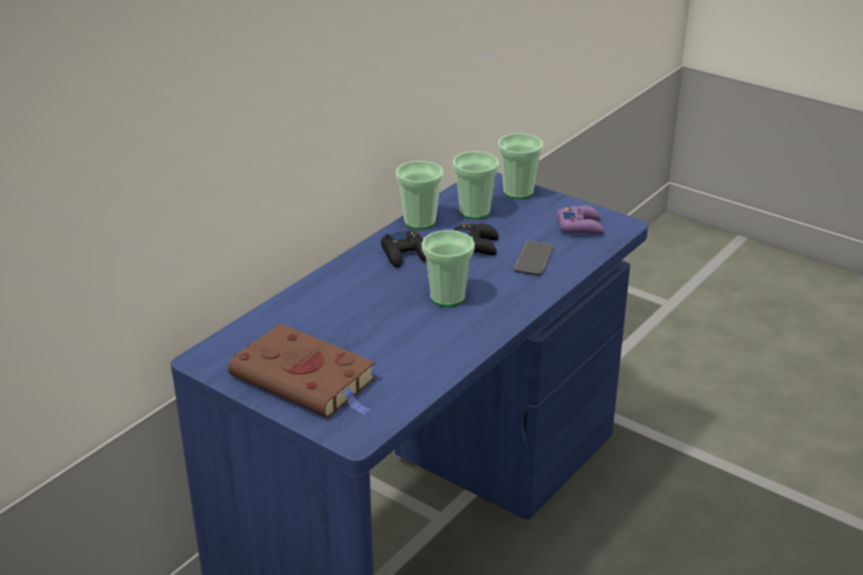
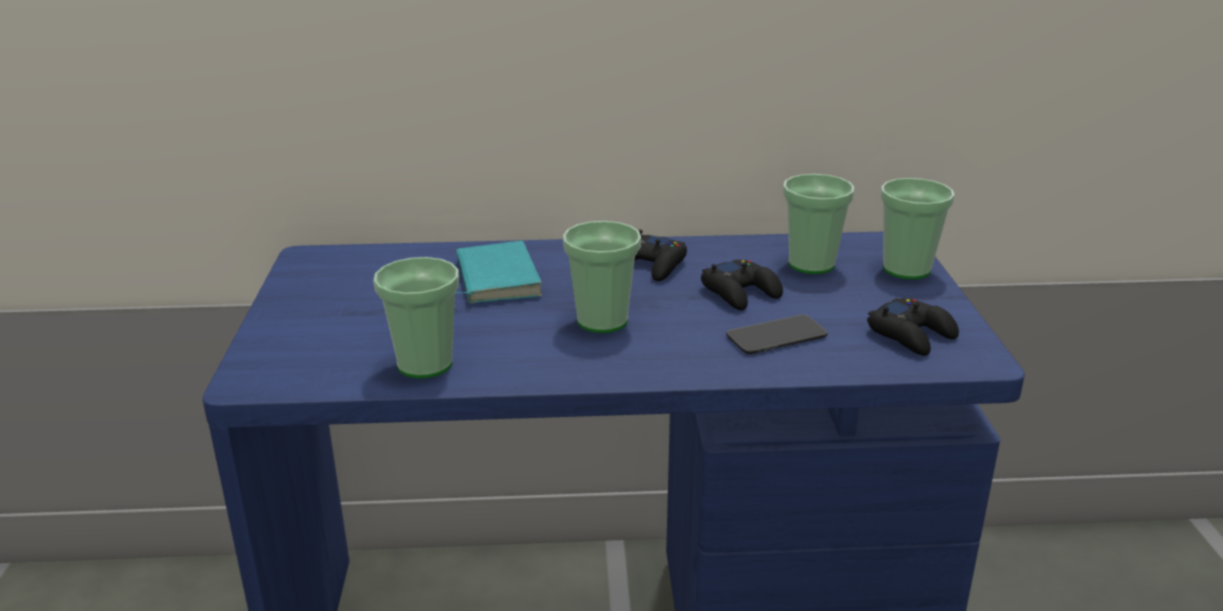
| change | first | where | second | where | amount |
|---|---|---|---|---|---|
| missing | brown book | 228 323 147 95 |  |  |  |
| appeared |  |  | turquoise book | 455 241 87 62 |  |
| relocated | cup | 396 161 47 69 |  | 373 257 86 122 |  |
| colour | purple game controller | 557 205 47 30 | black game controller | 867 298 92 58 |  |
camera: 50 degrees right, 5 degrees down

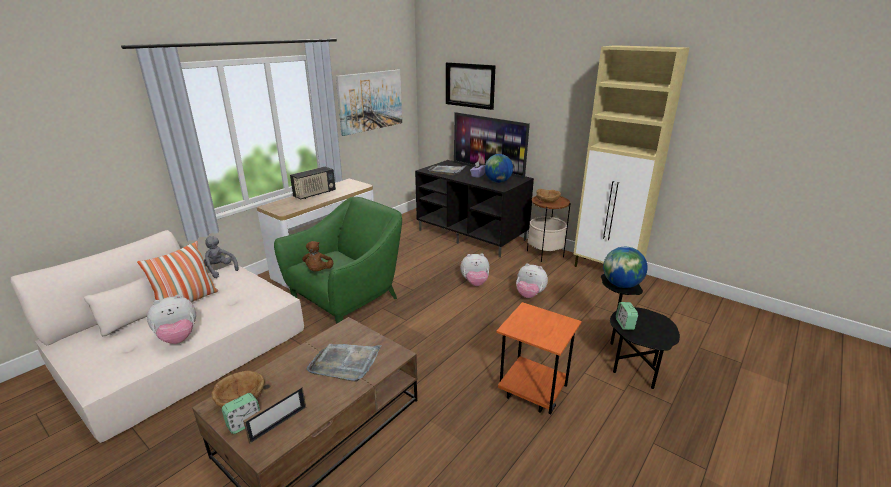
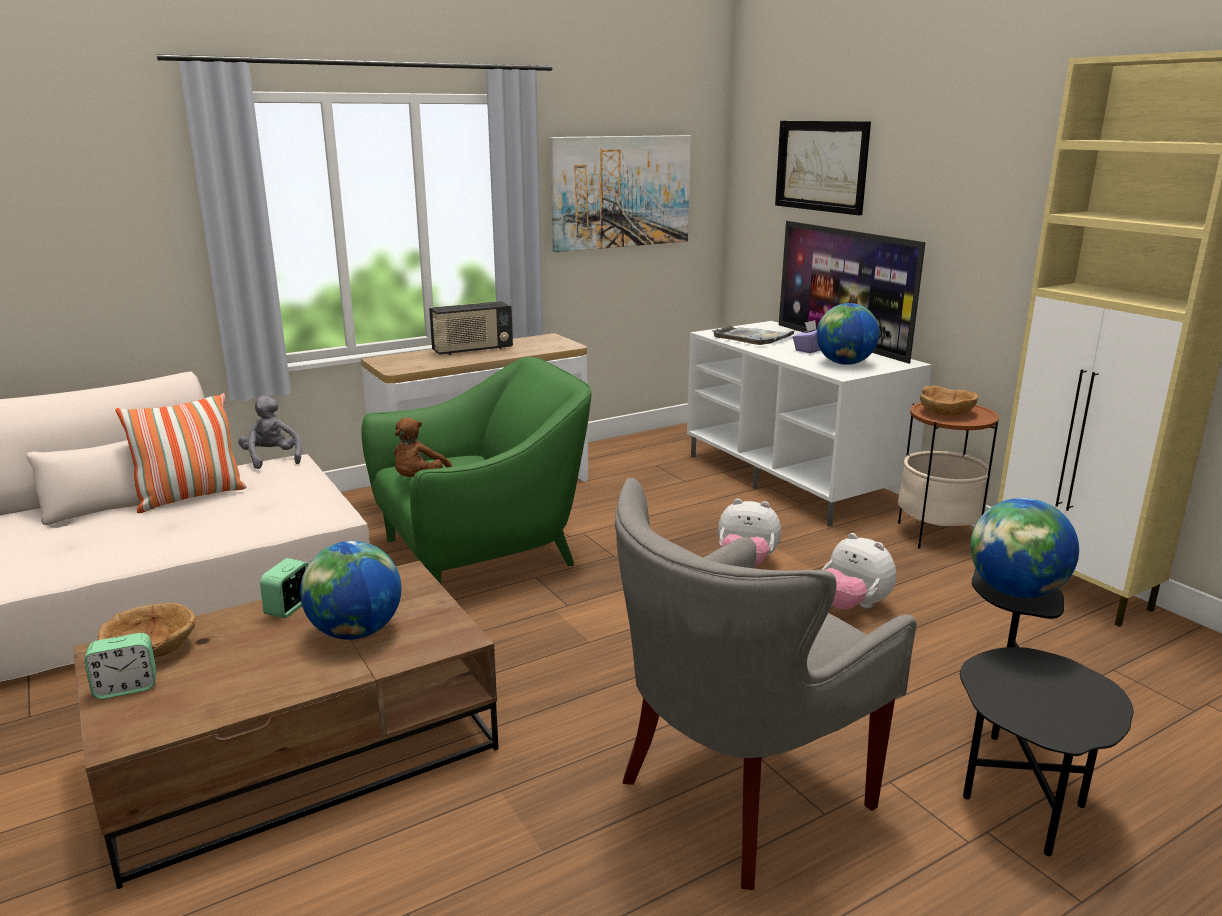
| change | first | where | second | where | amount |
|---|---|---|---|---|---|
| missing | plush toy | 147 295 49 49 |  |  |  |
| missing | picture frame | 243 386 63 58 |  |  |  |
| relocated | alarm clock | 616 302 22 28 |  | 260 558 49 60 |  |
| exchanged | grey tray | 306 344 76 38 | globe | 300 541 101 99 |  |
| exchanged | orange side table | 496 302 86 113 | grey armchair | 615 478 302 412 |  |
| colour | black tv stand | 415 160 119 98 | white tv stand | 687 321 245 206 |  |
camera: 20 degrees right, 5 degrees down

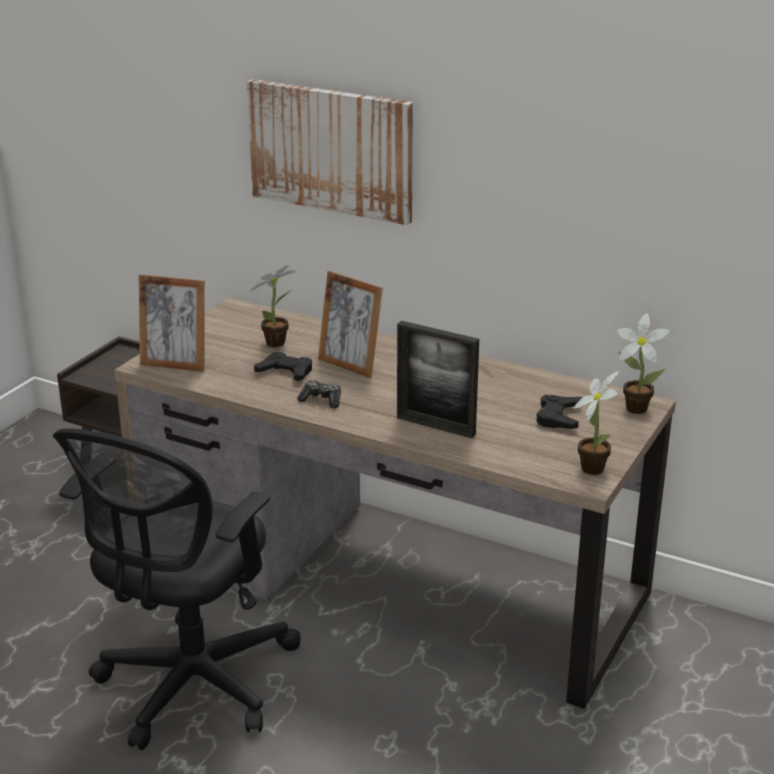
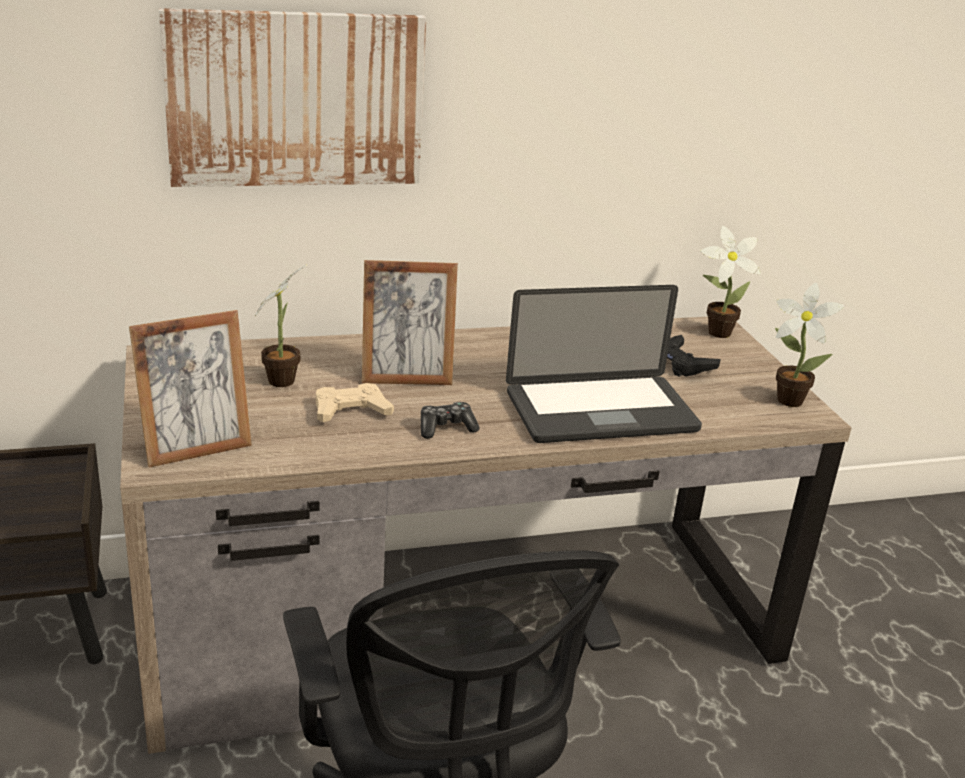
| change | first | where | second | where | amount |
|---|---|---|---|---|---|
| exchanged | picture frame | 397 321 82 117 | laptop | 506 285 196 158 |  |
| colour | black game controller | 254 352 58 29 | beige game controller | 316 383 78 39 |  |
camera: 45 degrees left, 0 degrees up

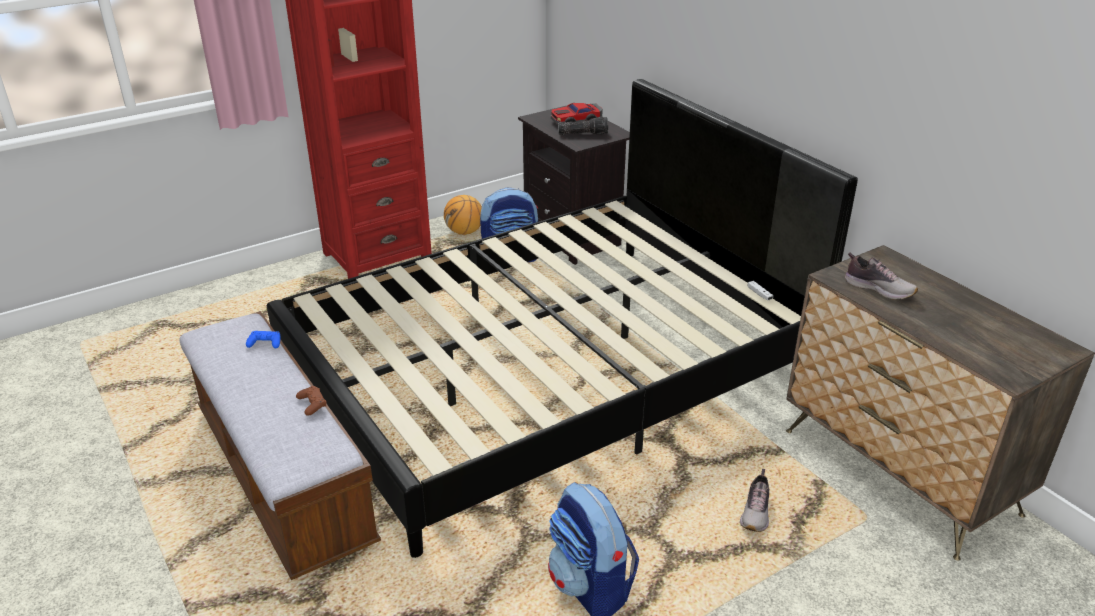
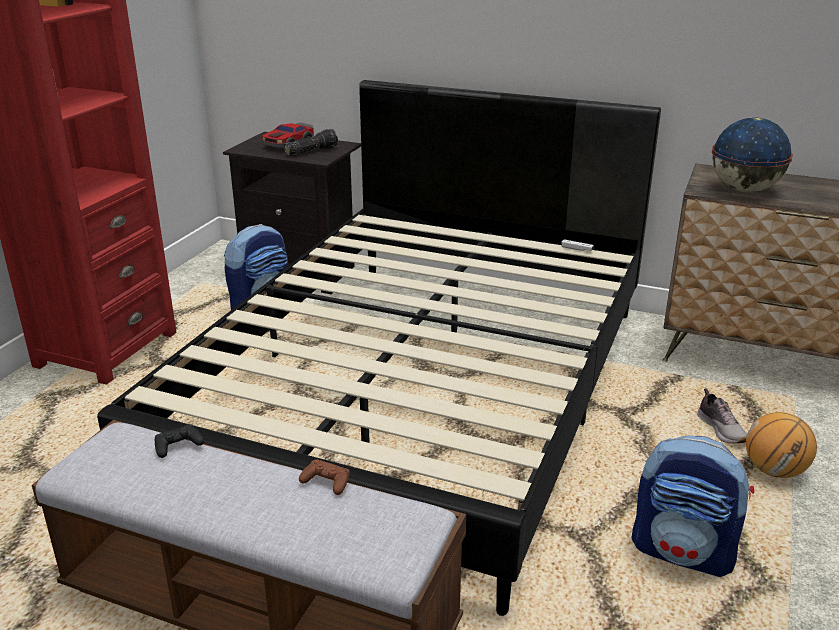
| change | first | where | second | where | amount |
|---|---|---|---|---|---|
| relocated | basketball | 444 195 38 40 |  | 746 412 71 66 |  |
| exchanged | shoe | 845 253 73 46 | globe | 712 117 81 75 |  |
| colour | blue game controller | 246 331 34 17 | black game controller | 155 424 49 34 |  |
camera: 35 degrees left, 5 degrees down

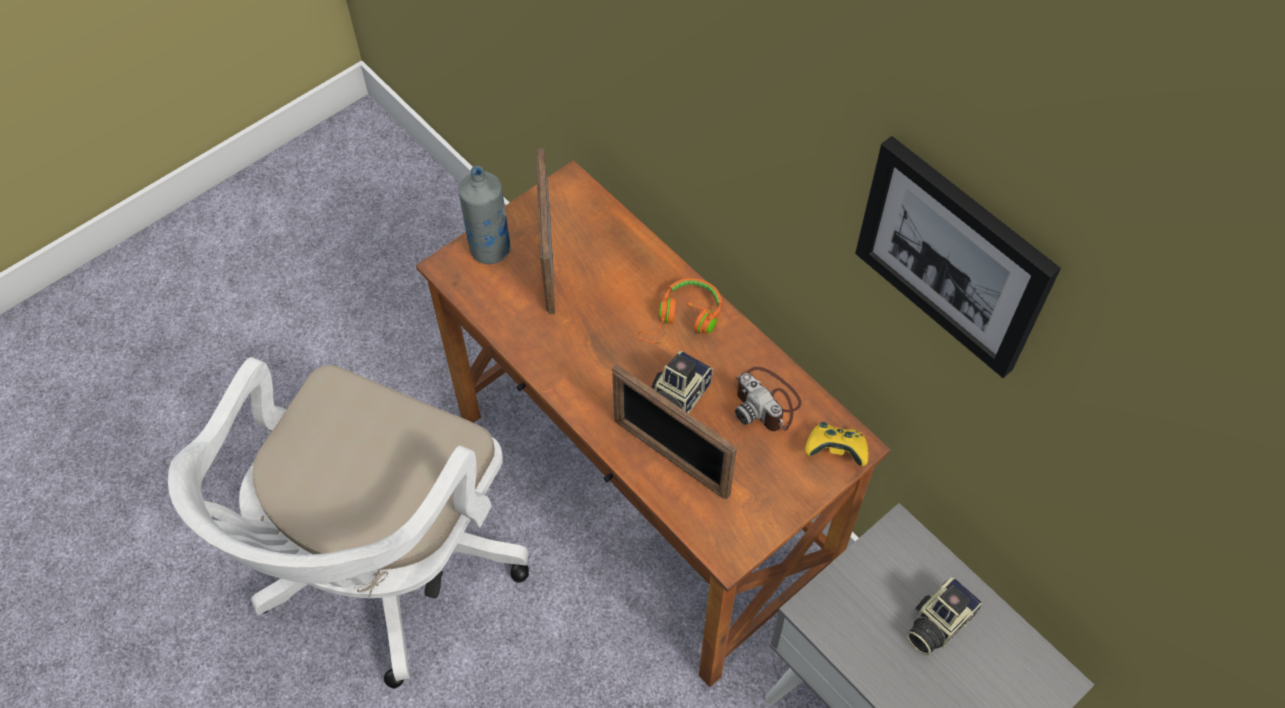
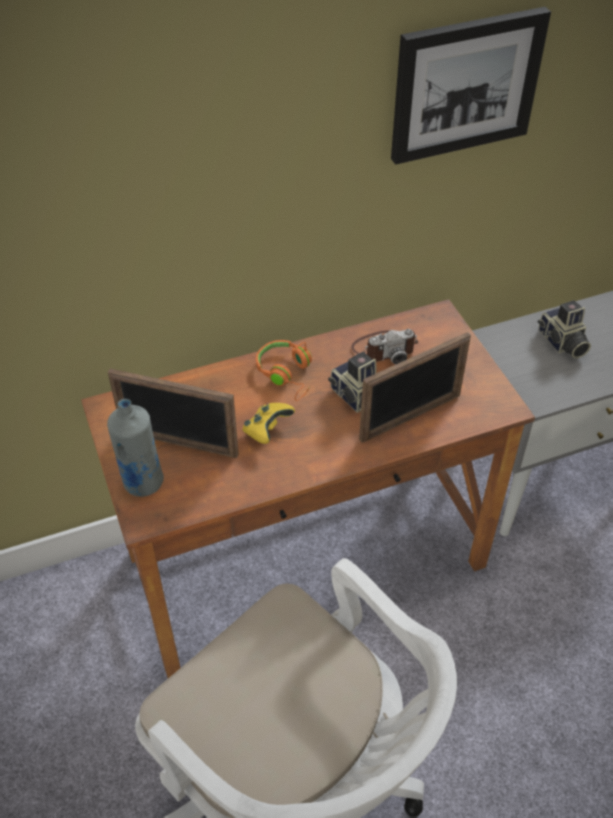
| change | first | where | second | where | amount |
|---|---|---|---|---|---|
| relocated | yellow game controller | 805 422 64 44 |  | 242 403 53 41 |  |
camera: 70 degrees left, 10 degrees down

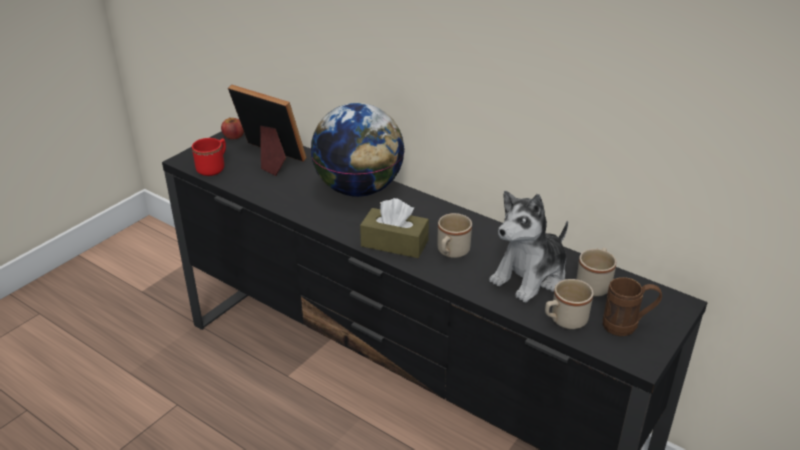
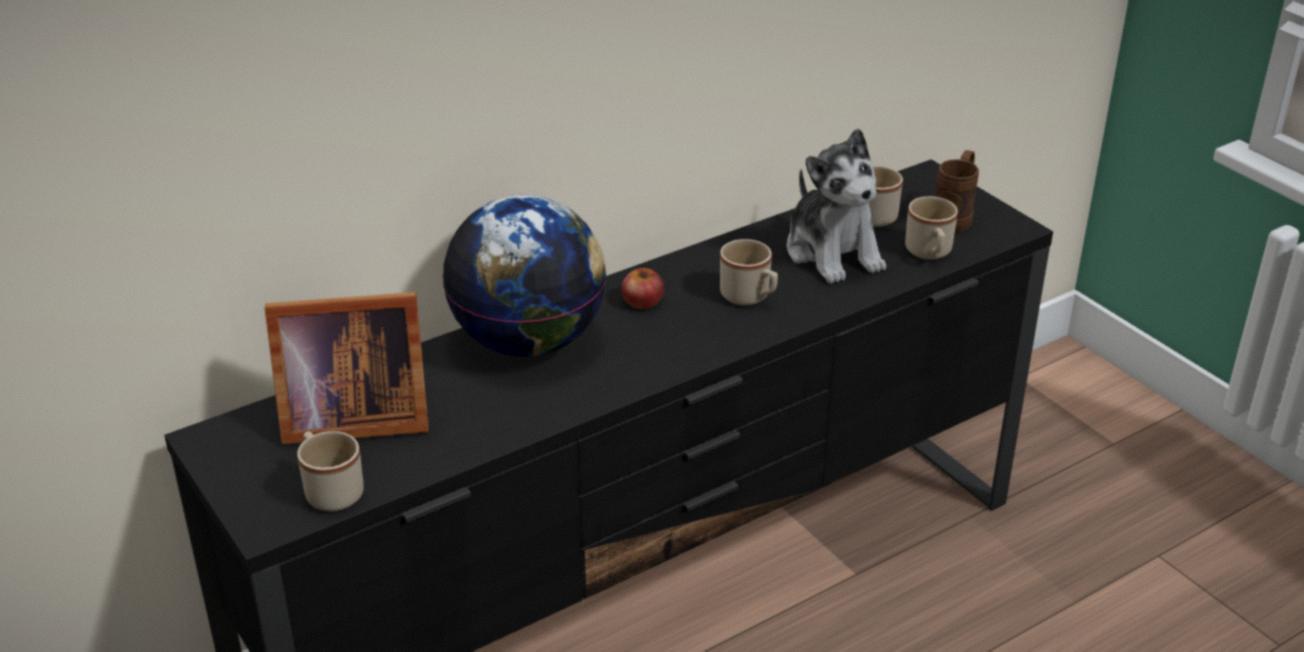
| change | first | where | second | where | amount |
|---|---|---|---|---|---|
| missing | brown tissue box | 360 198 69 60 |  |  |  |
| relocated | apple | 221 117 23 22 |  | 622 268 42 41 |  |
| colour | red mug | 192 138 34 38 | beige mug | 297 431 67 80 |  |
| spun | picture frame | 228 85 79 91 |  | 264 292 165 152 | 150 degrees counterclockwise |
camera: 70 degrees left, 0 degrees up

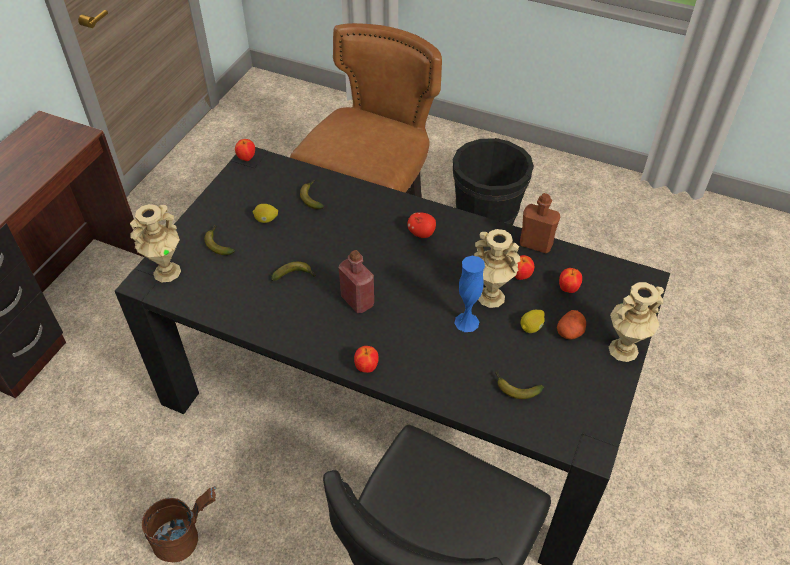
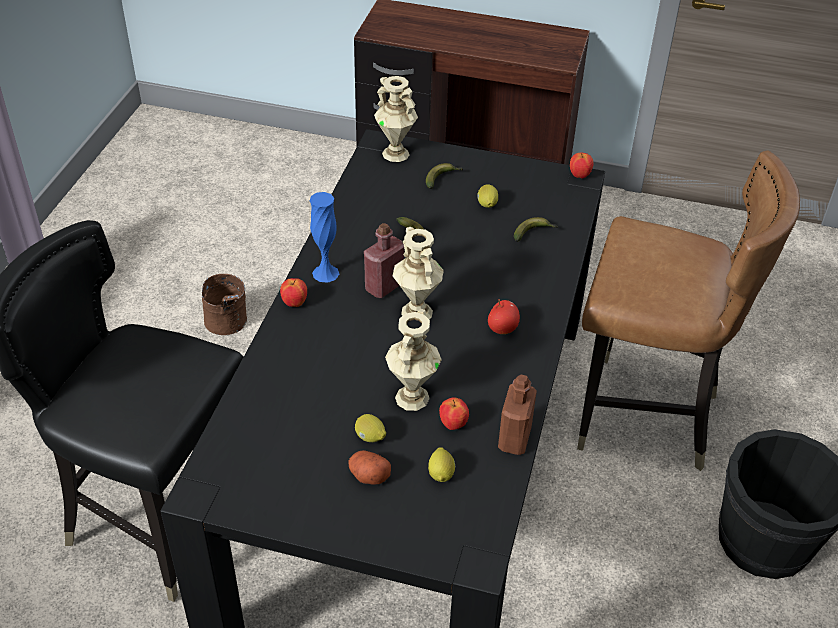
| change | first | where | second | where | amount |
|---|---|---|---|---|---|
| missing | banana | 495 370 49 29 |  |  |  |
| relocated | blue vase | 454 256 31 76 |  | 310 192 29 91 |  |
| relocated | beige vase | 609 282 55 80 |  | 393 227 51 92 |  |
| exchanged | apple | 559 268 23 25 | lemon | 428 447 27 35 |  |
camera: 80 degrees right, 5 degrees down

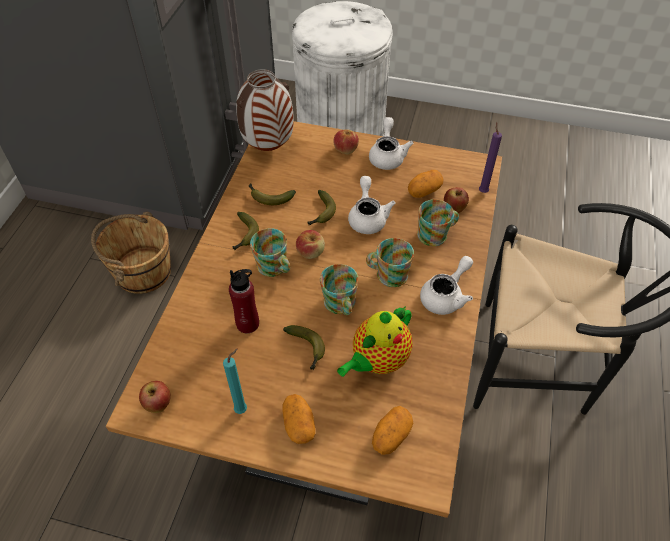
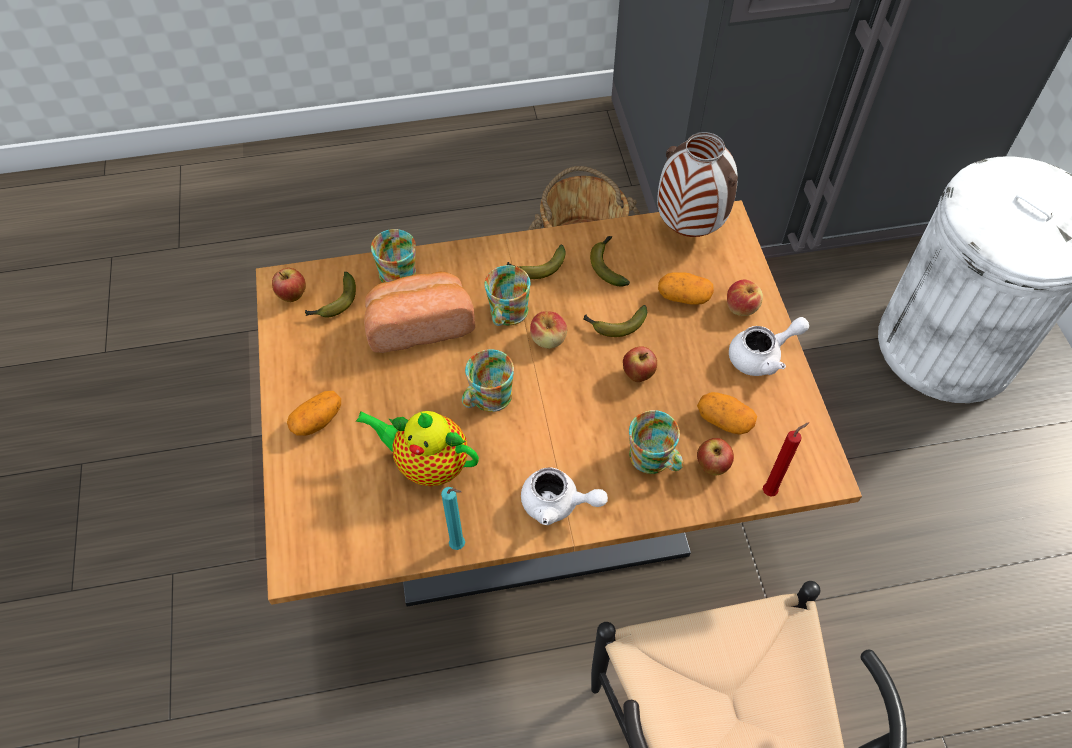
| change | first | where | second | where | amount |
|---|---|---|---|---|---|
| relocated | turquoise candle | 223 349 24 65 |  | 441 487 24 63 |  |
| relocated | banana | 283 325 42 45 |  | 305 272 51 45 |  |
| relocated | mug | 366 238 48 49 |  | 371 229 45 54 |  |
| relocated | potato | 372 406 41 49 |  | 658 272 56 33 |  |
| exchanged | red bottle | 229 269 30 64 | bread | 364 272 111 81 |  |
| exchanged | white teapot | 348 176 48 58 | apple | 623 346 34 36 |  |
| colour | purple candle | 479 121 23 72 | red candle | 763 422 46 75 |  |
camera: 65 degrees right, 5 degrees up

